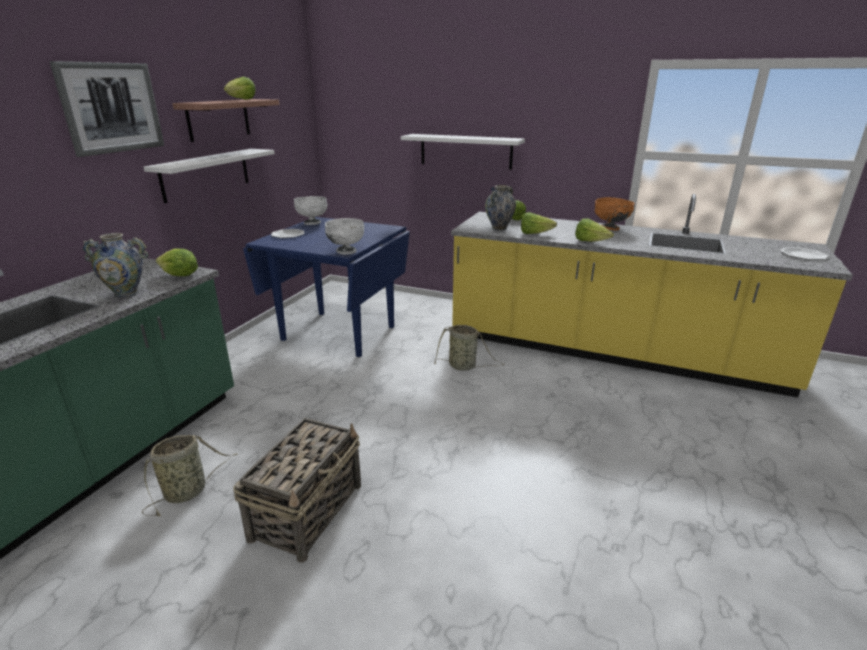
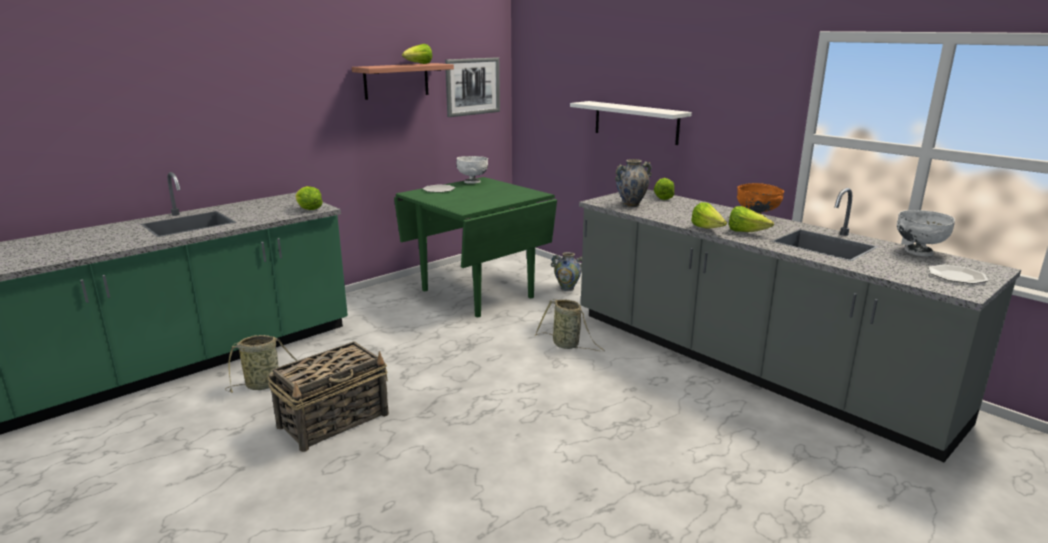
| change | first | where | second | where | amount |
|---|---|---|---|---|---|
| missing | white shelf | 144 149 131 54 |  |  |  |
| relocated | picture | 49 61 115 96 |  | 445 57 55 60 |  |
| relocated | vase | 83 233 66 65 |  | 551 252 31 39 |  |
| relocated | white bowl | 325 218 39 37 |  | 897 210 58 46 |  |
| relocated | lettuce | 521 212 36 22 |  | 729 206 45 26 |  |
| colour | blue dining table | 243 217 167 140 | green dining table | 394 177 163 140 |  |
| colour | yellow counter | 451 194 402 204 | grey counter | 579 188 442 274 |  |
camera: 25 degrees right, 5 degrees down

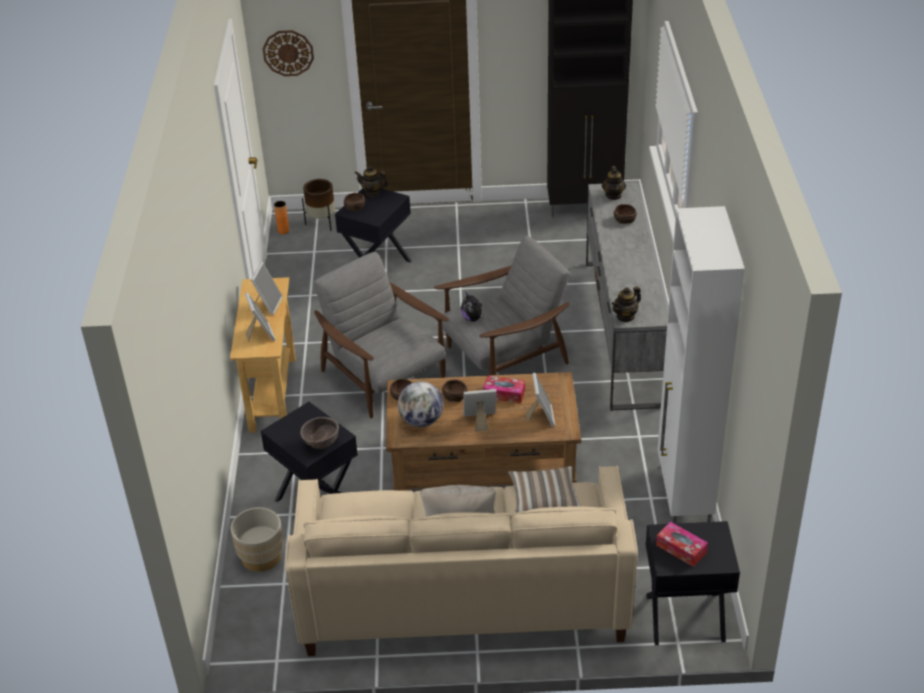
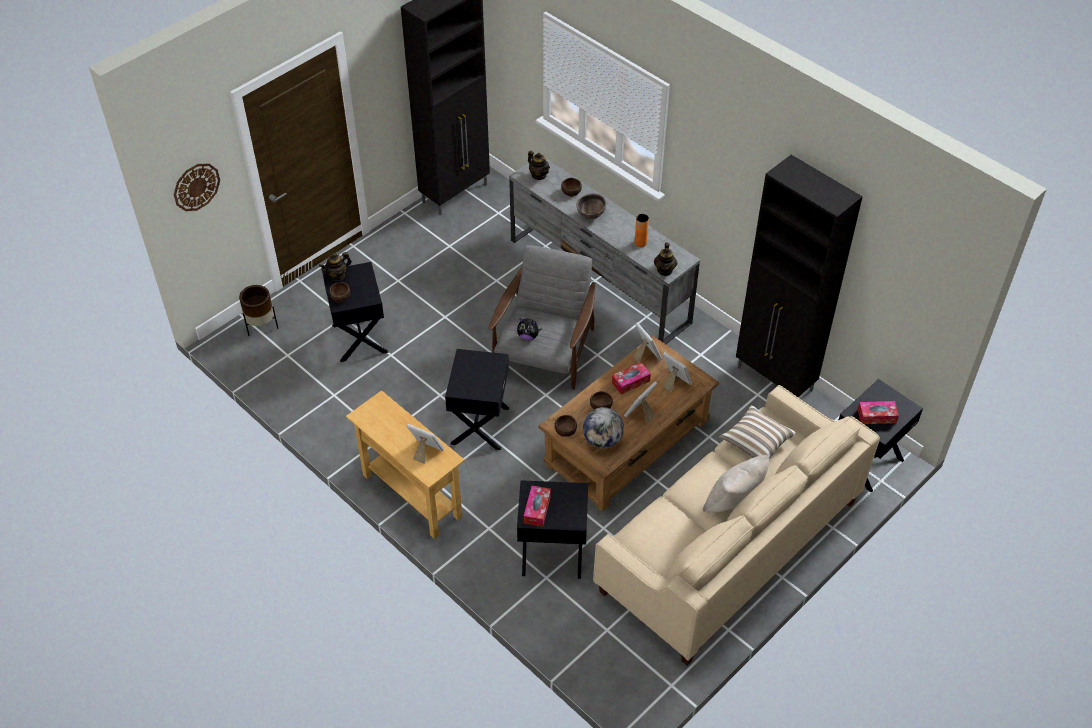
| change | first | where | second | where | amount |
|---|---|---|---|---|---|
| missing | beige planter | 231 507 52 65 |  |  |  |
| appeared |  |  | tissue box | 524 486 27 41 |  |
| relocated | picture frame | 251 262 32 53 |  | 633 322 29 41 |  |
| relocated | orange vase | 274 201 15 33 |  | 635 214 14 33 |  |
| relocated | brown bowl | 300 417 39 33 |  | 576 193 30 26 |  |
| exchanged | grey armchair | 314 252 135 166 | black side table | 445 349 64 101 |  |
| colour | white cabinet | 657 206 88 318 | black cabinet | 736 155 127 242 |  |
camera: 45 degrees left, 10 degrees up

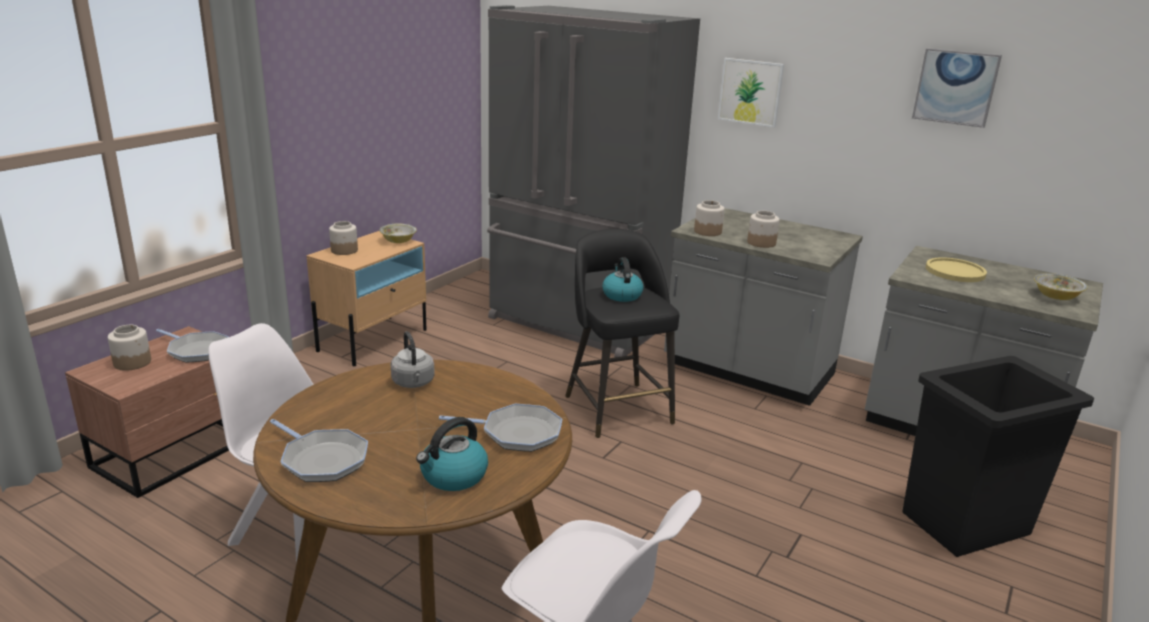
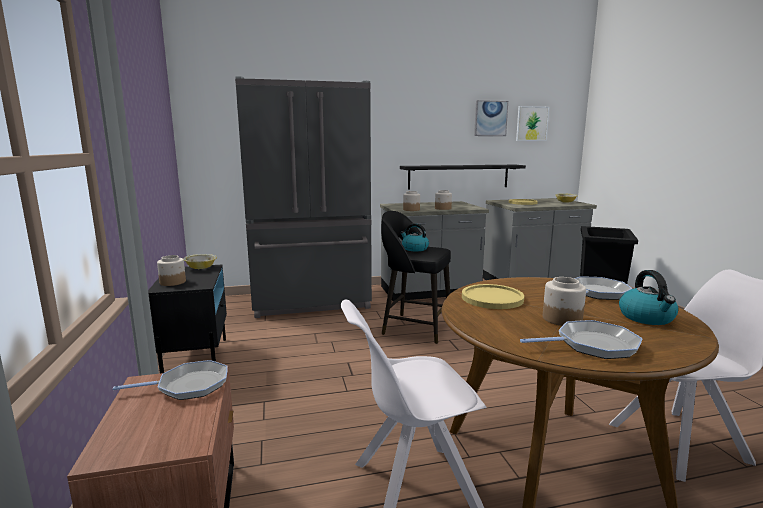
| change | first | where | second | where | amount |
|---|---|---|---|---|---|
| appeared |  |  | black shelf | 400 165 126 25 |  |
| relocated | jar | 108 325 43 46 |  | 543 277 43 49 |  |
| relocated | picture | 718 58 66 70 |  | 516 106 33 35 |  |
| exchanged | grey kettle | 391 331 44 57 | yellow plate | 462 284 62 25 |  |
| colour | beige nightstand | 306 231 121 135 | black nightstand | 148 265 79 108 |  |
camera: 45 degrees left, 10 degrees down

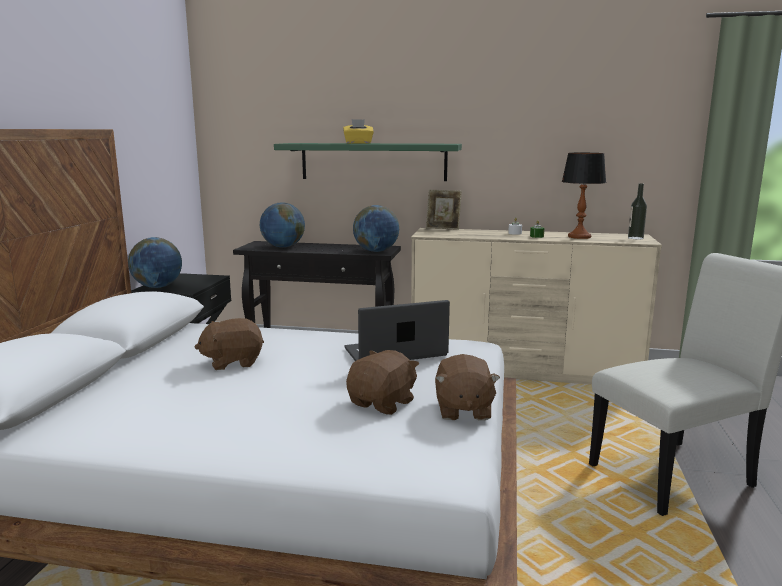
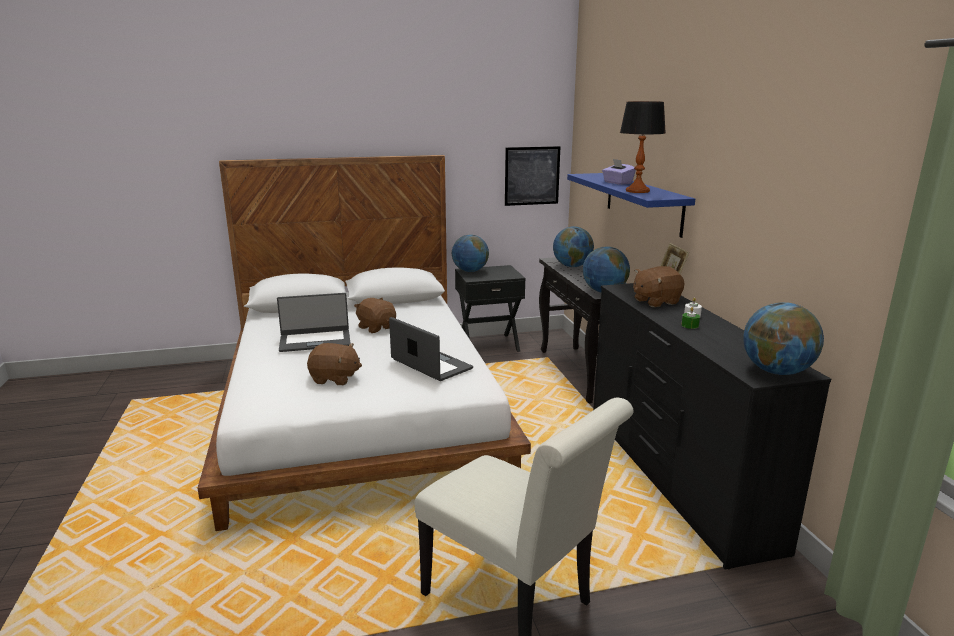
| change | first | where | second | where | amount |
|---|---|---|---|---|---|
| appeared |  |  | laptop | 277 293 74 59 |  |
| appeared |  |  | picture | 505 146 55 60 |  |
| relocated | brown plush toy | 435 354 65 66 |  | 633 266 51 41 |  |
| relocated | table lamp | 562 152 44 87 |  | 620 101 46 92 |  |
| exchanged | bottle | 628 184 19 55 | globe | 743 302 81 73 |  |
| colour | green shelf | 274 143 188 38 | blue shelf | 567 173 128 65 |  |
| colour | yellow tissue box | 343 119 31 25 | purple tissue box | 602 159 34 26 |  |
| colour | beige dresser | 411 228 251 157 | black dresser | 593 283 238 286 |  |
camera: 65 degrees right, 5 degrees up

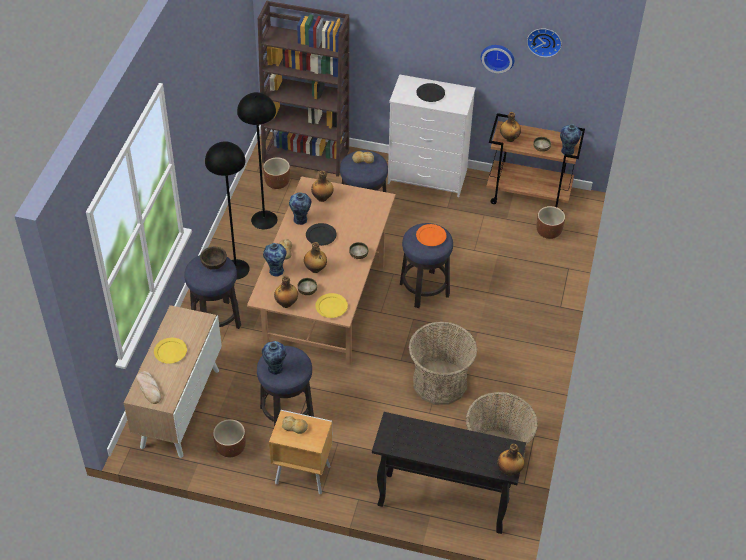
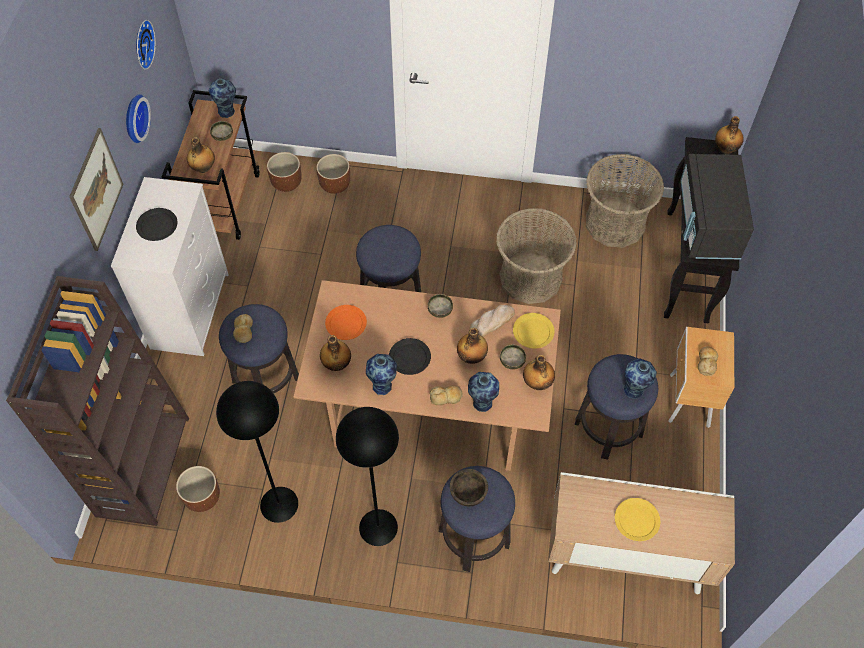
| change | first | where | second | where | amount |
|---|---|---|---|---|---|
| appeared |  |  | picture | 69 128 54 123 |  |
| appeared |  |  | black microwave | 679 154 75 105 |  |
| relocated | bread | 136 371 26 33 |  | 469 305 46 32 |  |
| relocated | brown planter | 213 419 33 38 |  | 316 154 34 40 |  |
| relocated | orange plate | 416 224 30 22 |  | 325 305 42 35 |  |
camera: 95 degrees left, 10 degrees up

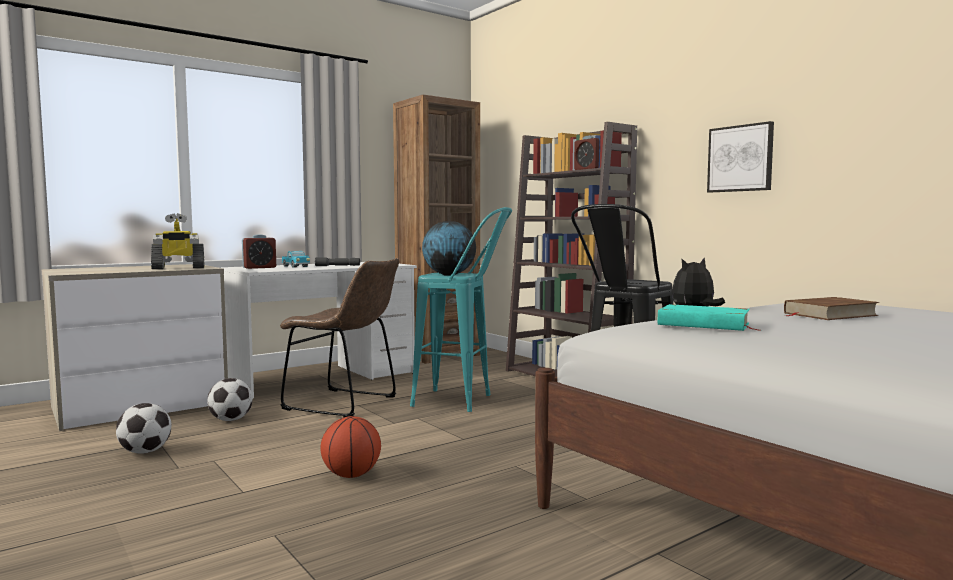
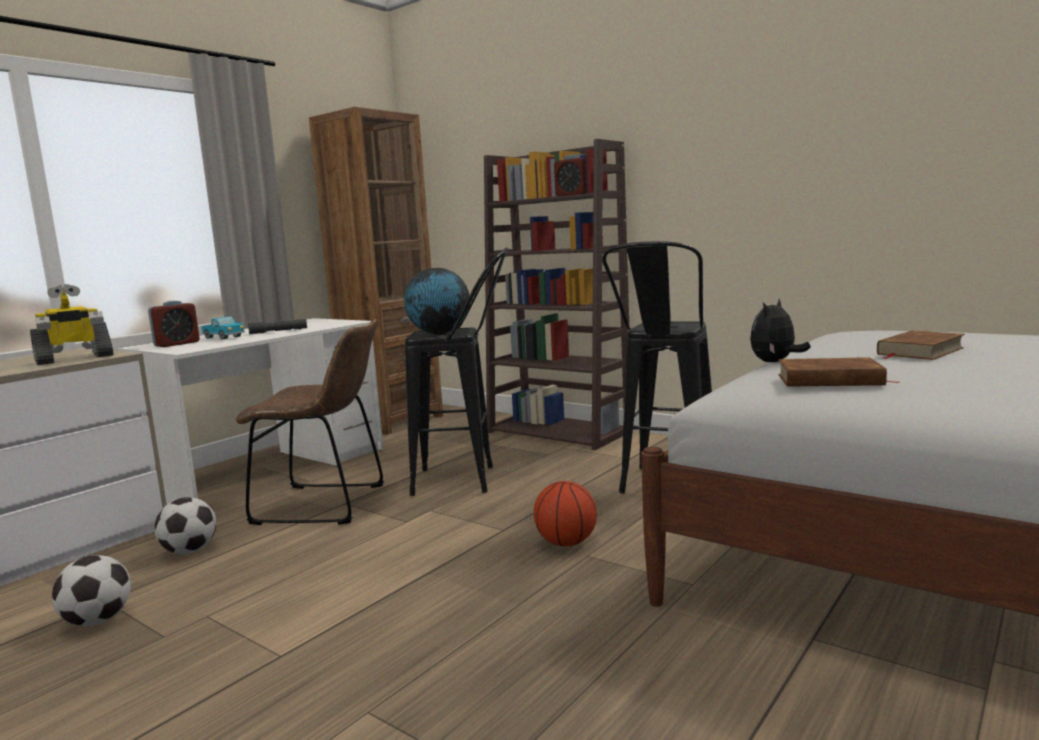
| change | first | where | second | where | amount |
|---|---|---|---|---|---|
| missing | picture | 707 121 67 72 |  |  |  |
| relocated | basketball | 320 416 61 62 |  | 534 481 63 66 |  |
| colour | turquoise stool | 410 207 102 205 | black stool | 405 247 104 249 |  |
| colour | turquoise book | 658 304 104 27 | brown book | 778 357 121 30 |  |
camera: 15 degrees left, 5 degrees up

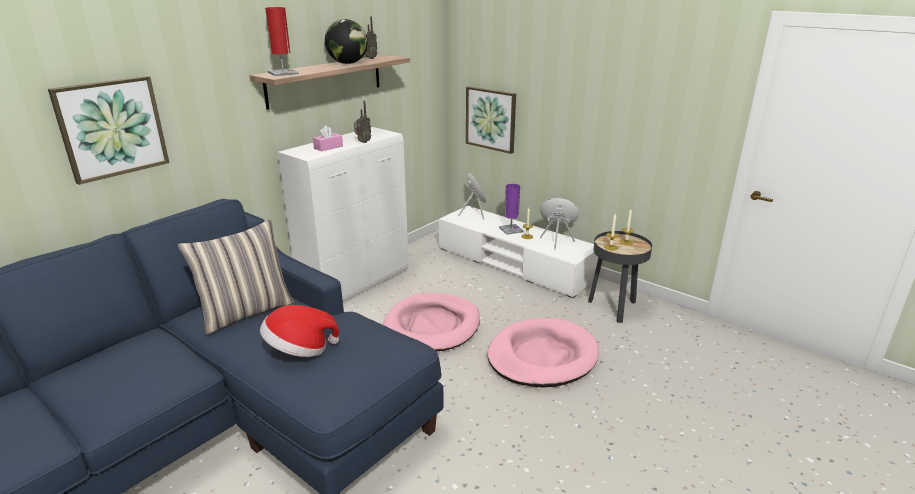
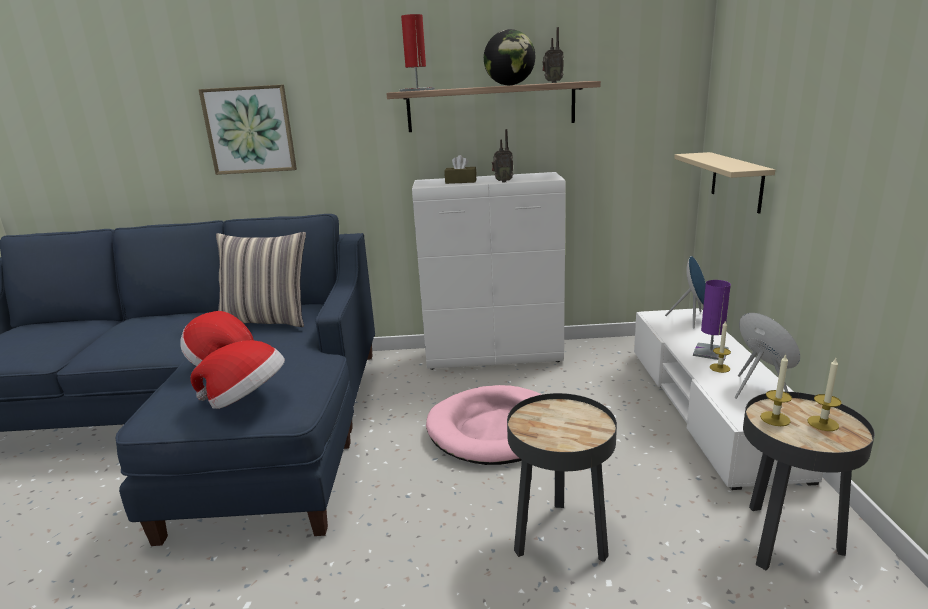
| change | first | where | second | where | amount |
|---|---|---|---|---|---|
| appeared |  |  | hat | 190 340 95 69 |  |
| exchanged | picture | 466 86 50 68 | beige shelf | 674 152 101 62 |  |
| exchanged | pink dog bed | 487 318 112 69 | black side table | 507 393 110 169 |  |
| colour | pink tissue box | 313 125 30 27 | brown tissue box | 444 155 33 29 |  |
camera: 50 degrees right, 5 degrees down

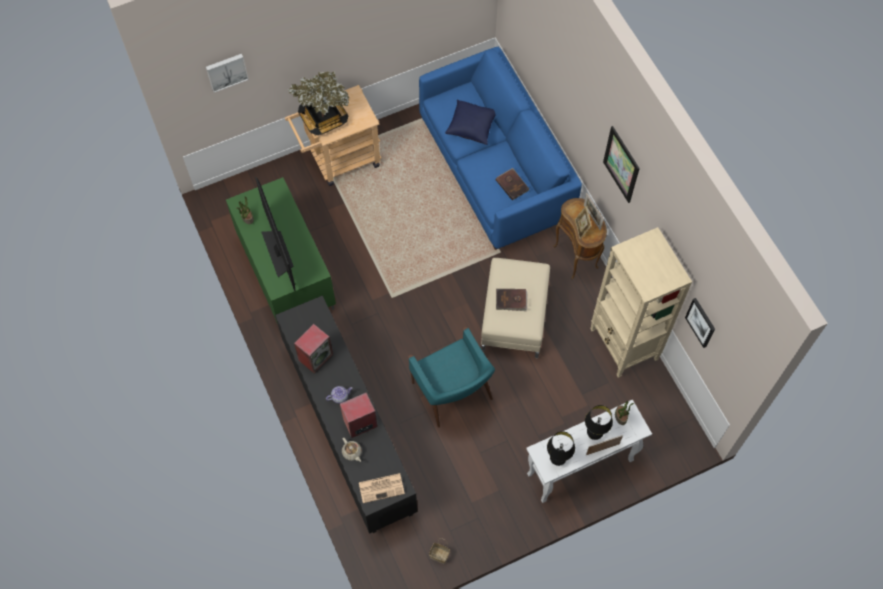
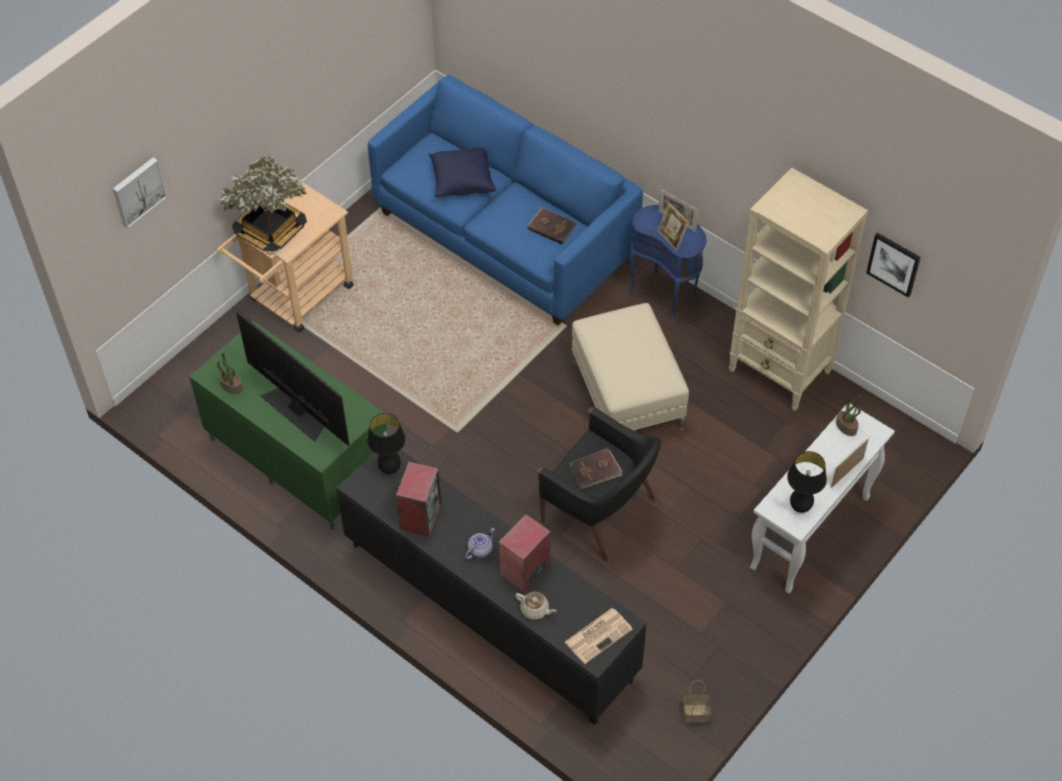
| change | first | where | second | where | amount |
|---|---|---|---|---|---|
| missing | picture | 603 126 37 77 |  |  |  |
| relocated | brown book | 496 289 31 22 |  | 568 448 54 41 |  |
| relocated | black table lamp | 585 405 28 35 |  | 367 413 39 61 |  |
| colour | turquoise armchair | 408 327 87 101 | black armchair | 537 407 124 154 |  |
| colour | brown side table | 553 198 54 81 | blue side table | 628 205 79 117 |  |
camera: 25 degrees left, 10 degrees down

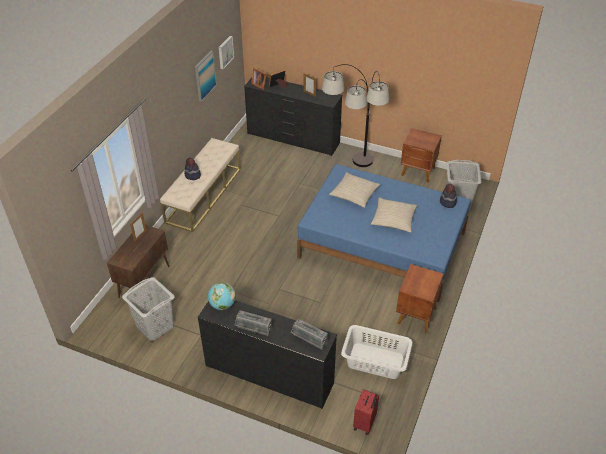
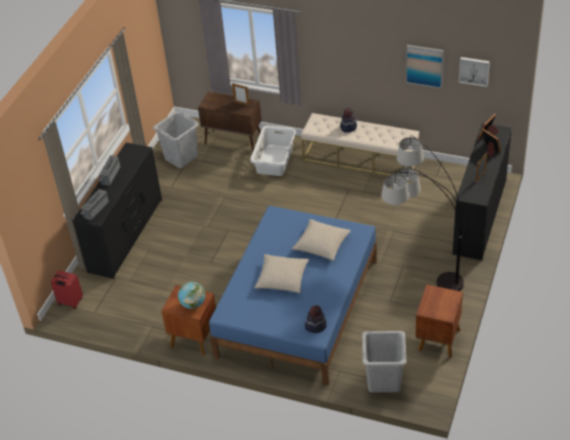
| change | first | where | second | where | amount |
|---|---|---|---|---|---|
| relocated | globe | 208 282 28 28 |  | 178 282 27 27 |  |
| relocated | white laundry basket | 341 325 72 54 |  | 250 126 46 50 |  |
camera: 90 degrees right, 0 degrees up

